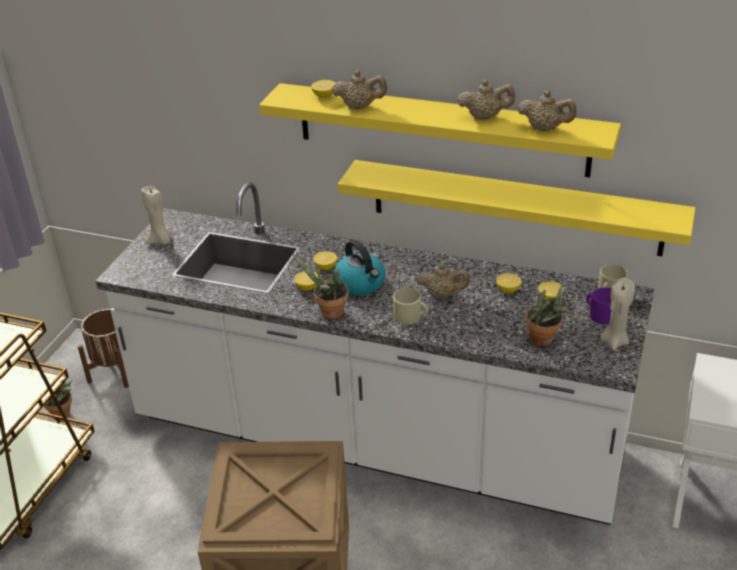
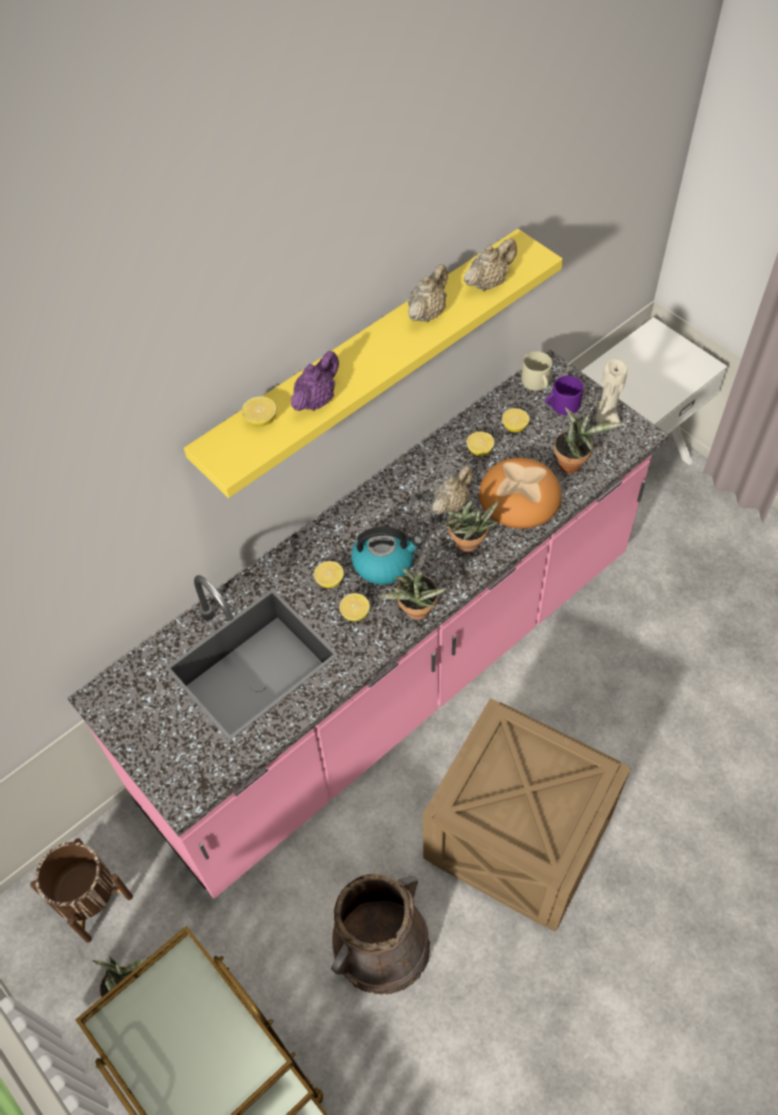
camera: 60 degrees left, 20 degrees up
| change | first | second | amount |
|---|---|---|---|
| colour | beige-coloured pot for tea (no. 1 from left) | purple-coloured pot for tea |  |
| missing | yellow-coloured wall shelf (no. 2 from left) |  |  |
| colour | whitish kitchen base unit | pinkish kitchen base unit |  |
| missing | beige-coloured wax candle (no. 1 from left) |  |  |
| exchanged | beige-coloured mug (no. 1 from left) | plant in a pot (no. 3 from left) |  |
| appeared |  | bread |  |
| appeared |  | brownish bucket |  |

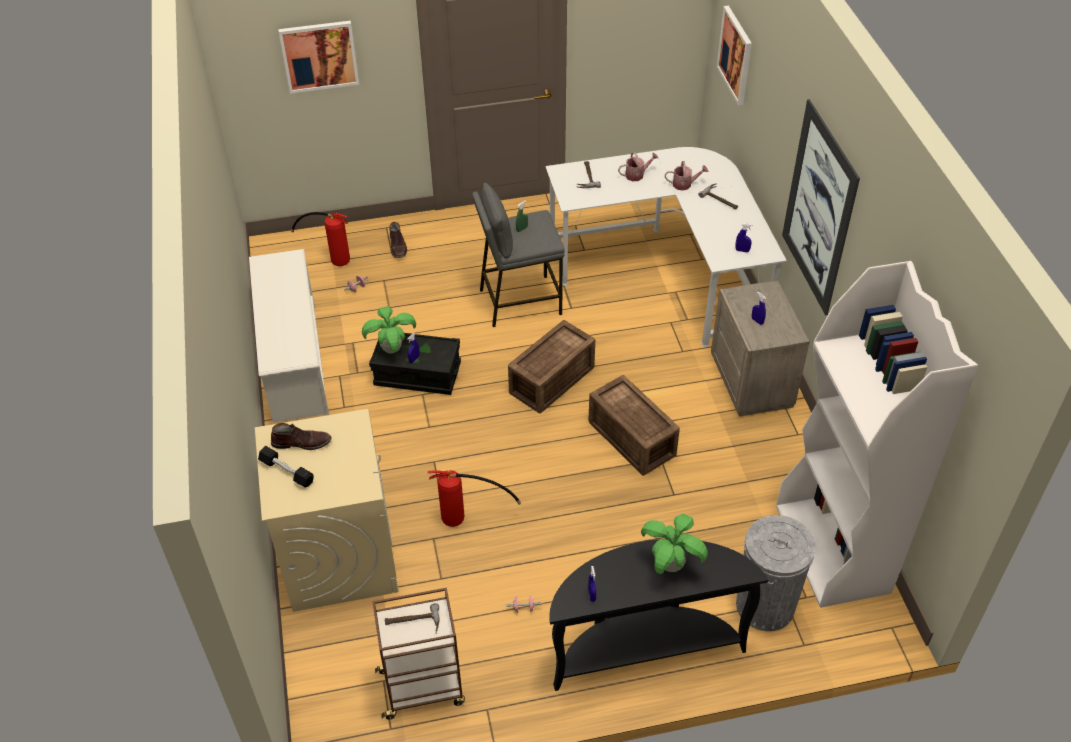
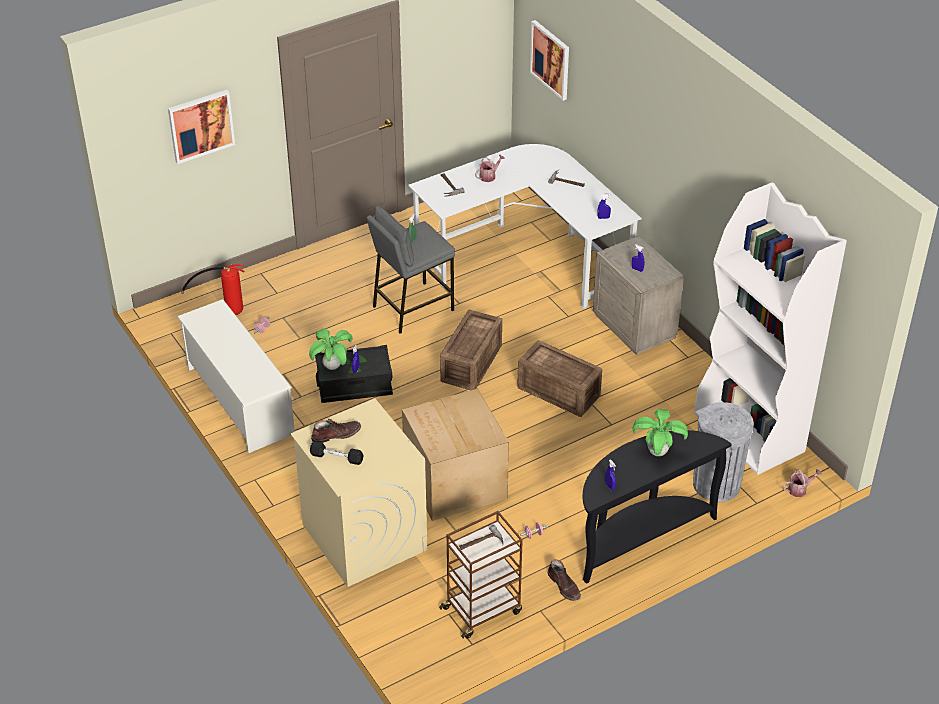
camera: 20 degrees left, 5 degrees down
| change | first | second | amount |
|---|---|---|---|
| missing | wall art (no. 3 from left) |  |  |
| relocated | sprinkling can (no. 2 from left) |  |  |
| relocated | brownish high-top boot (no. 2 from left) |  |  |
| exchanged | fire extinguisher (no. 2 from left) | cardboard box |  |

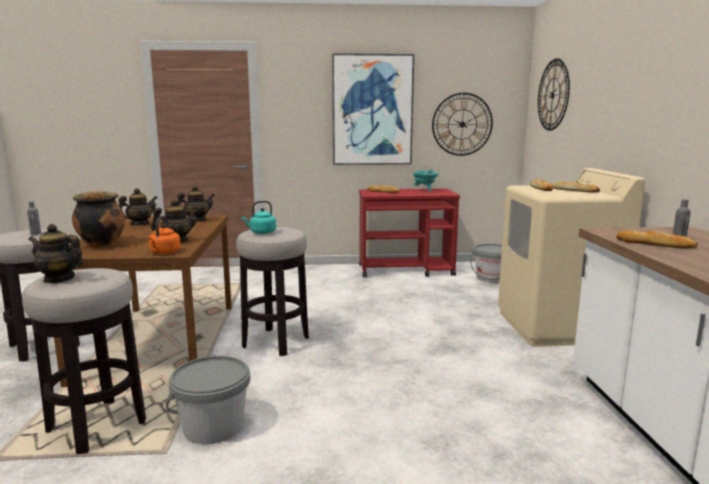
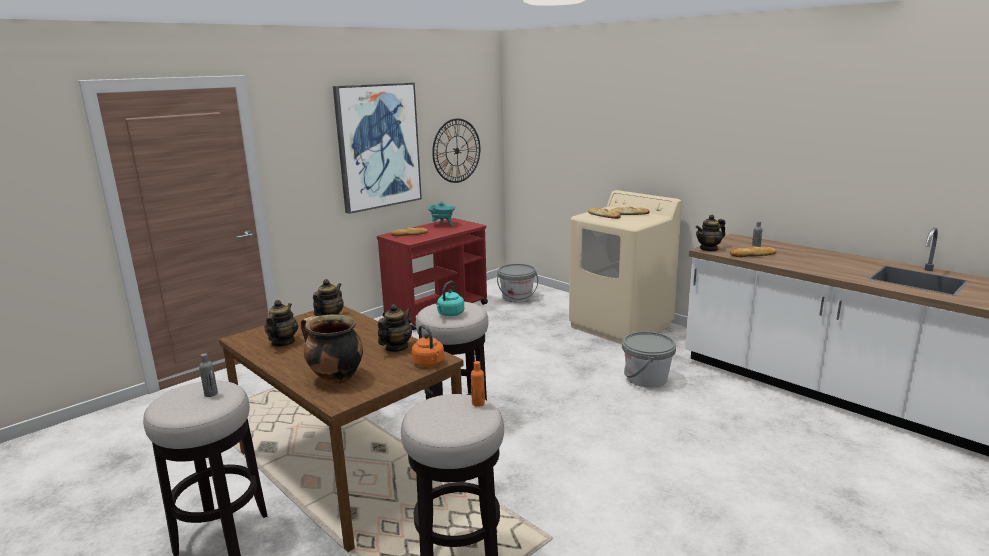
camera: 40 degrees left, 5 degrees up
| change | first | second | amount |
|---|---|---|---|
| missing | wall clock (no. 2 from left) |  |  |
| relocated | pot for tea (no. 1 from left in the first image) | pot for tea (no. 4 from left) |  |
| relocated | grey bucket (no. 1 from left in the first image) | grey bucket (no. 2 from left) |  |
| appeared |  | orangey drink bottle |  |

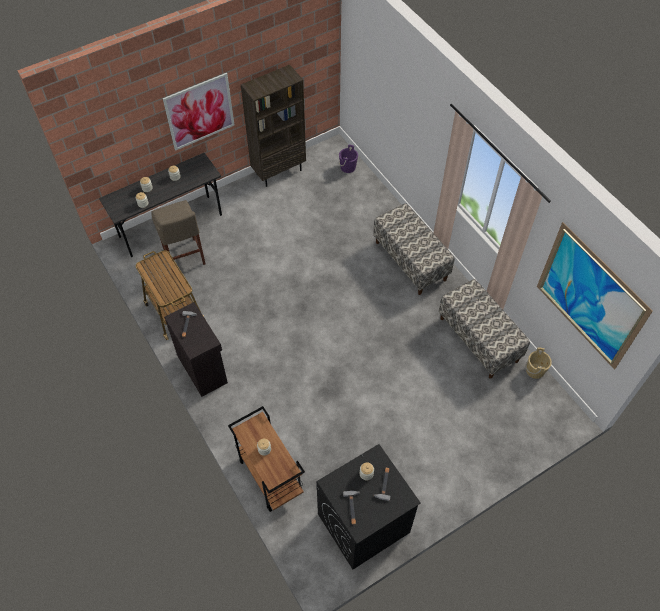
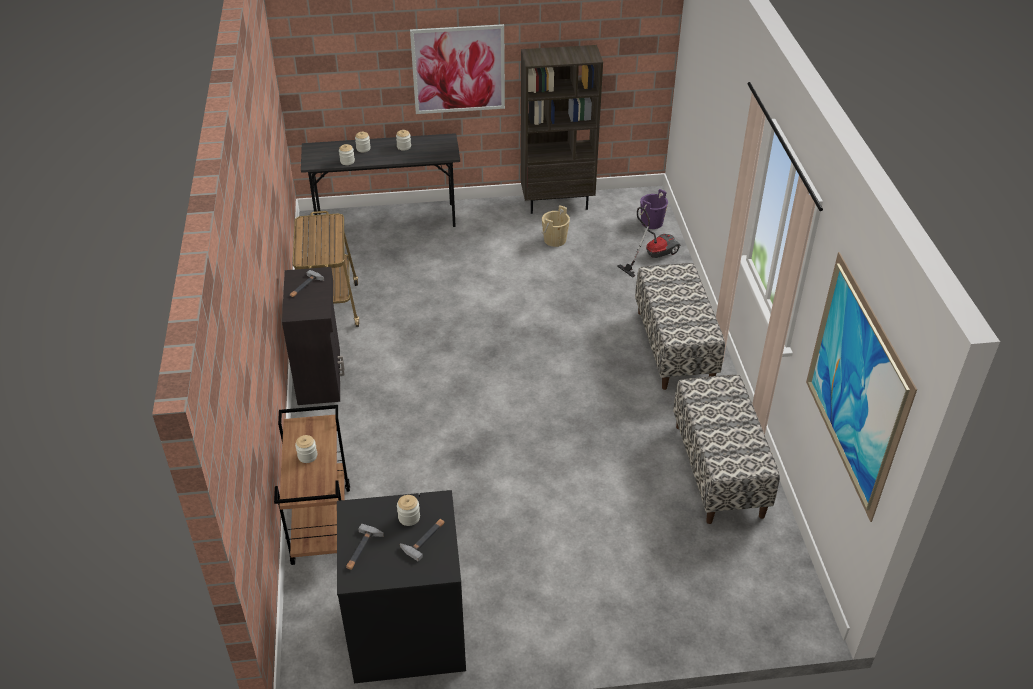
camera: 25 degrees right, 15 degrees down
| change | first | second | amount |
|---|---|---|---|
| missing | beige-coloured stool |  |  |
| relocated | beige-coloured bucket |  |  |
| appeared |  | vacuum |  |

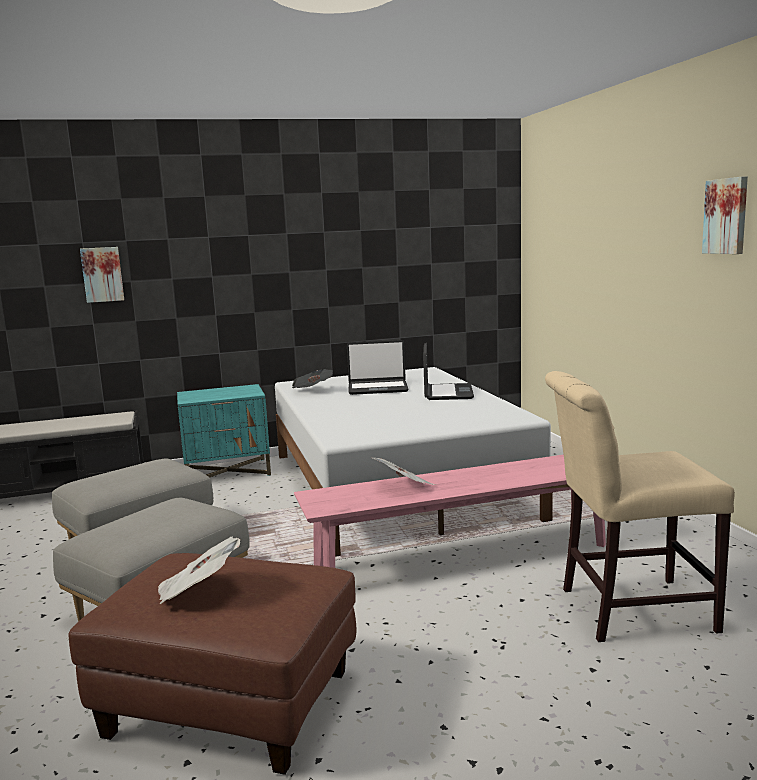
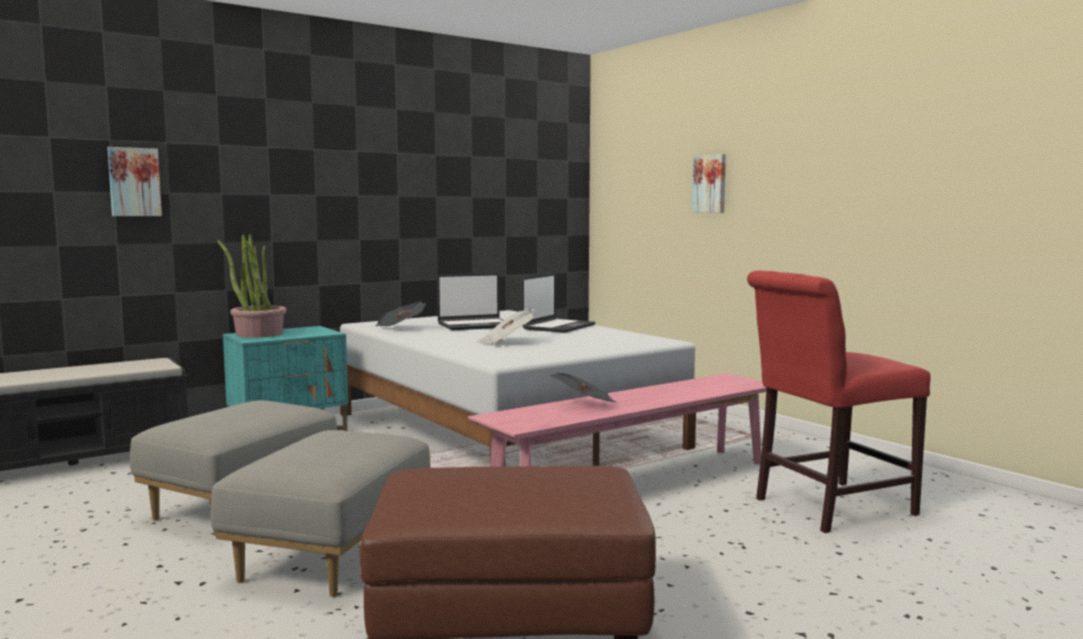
camera: 20 degrees left, 5 degrees down
| change | first | second | amount |
|---|---|---|---|
| relocated | wall art (no. 2 from left) |  |  |
| spun | notebook computer (no. 2 from left) |  | 45 degrees clockwise |
| colour | beige-coloured plain chair | red-coloured plain chair |  |
| relocated | daily paper (no. 1 from left in the first image) | daily paper (no. 2 from left) |  |
| appeared |  | plant in a pot |  |

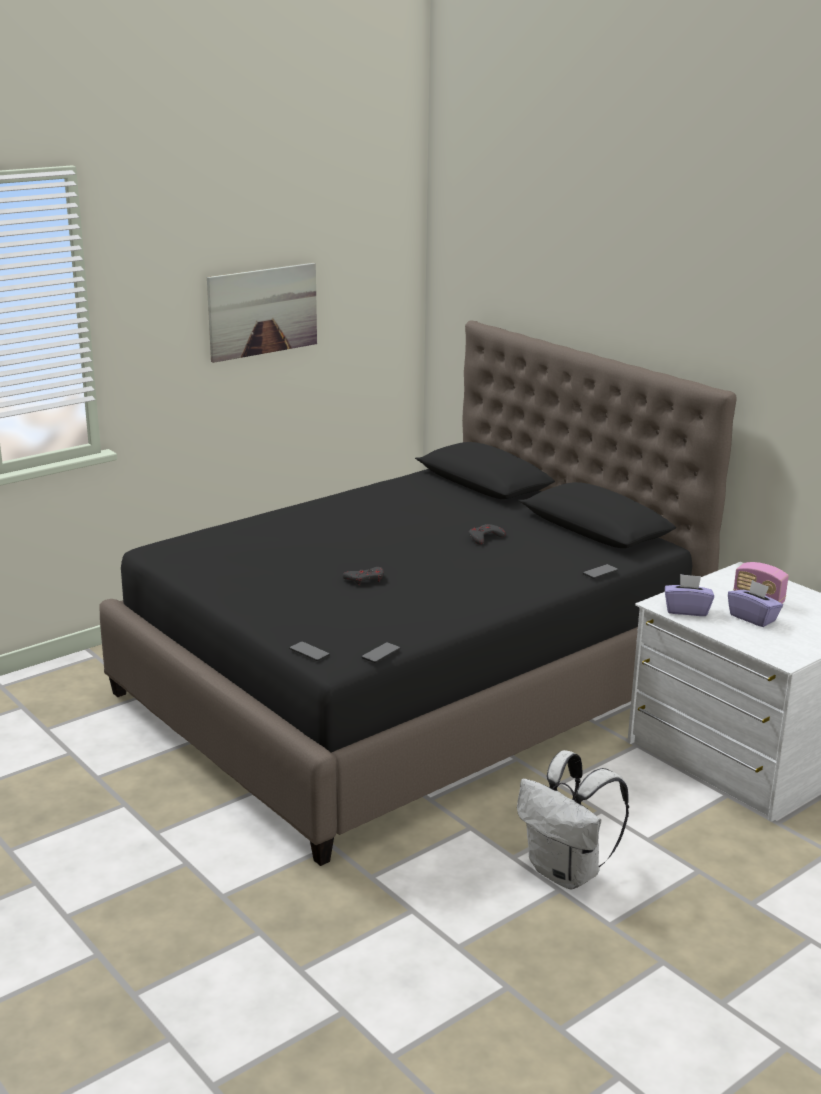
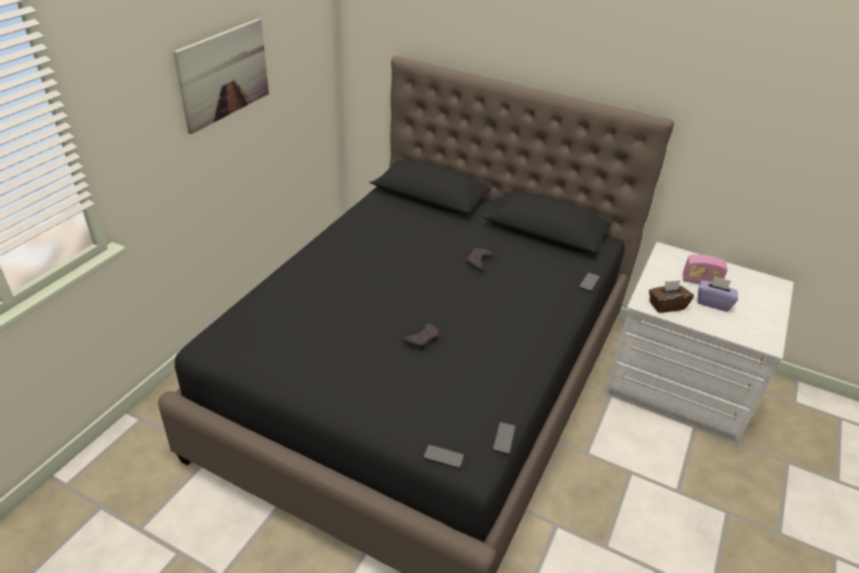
camera: 25 degrees left, 15 degrees up
| change | first | second | amount |
|---|---|---|---|
| colour | purple-coloured box of tissues (no. 1 from left) | brownish box of tissues |  |
| missing | whitish rucksack |  |  |

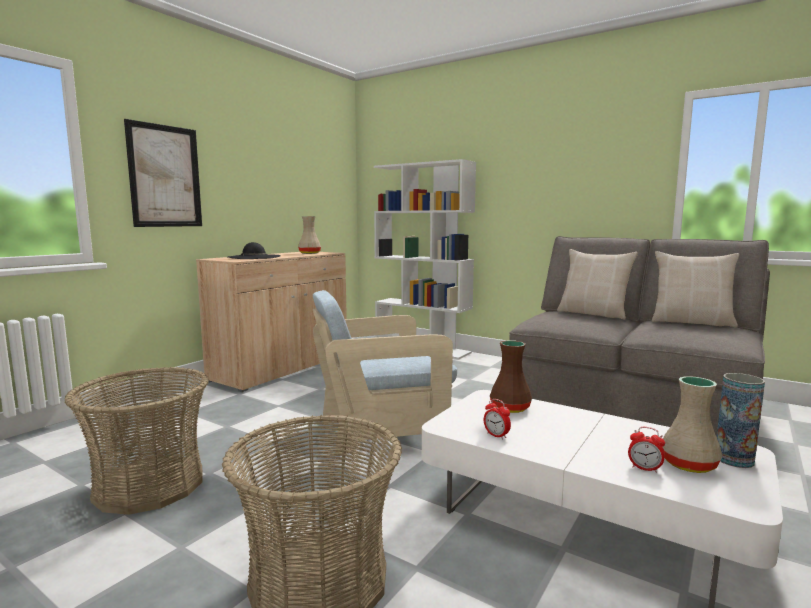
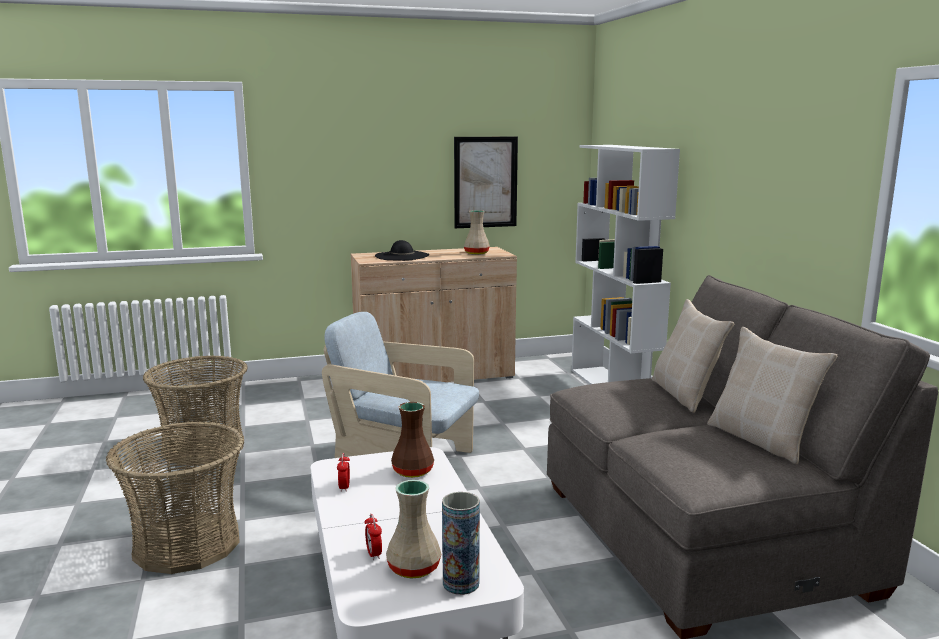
camera: 40 degrees right, 5 degrees up
| change | first | second | amount |
|---|---|---|---|
| relocated | wall art |  |  |

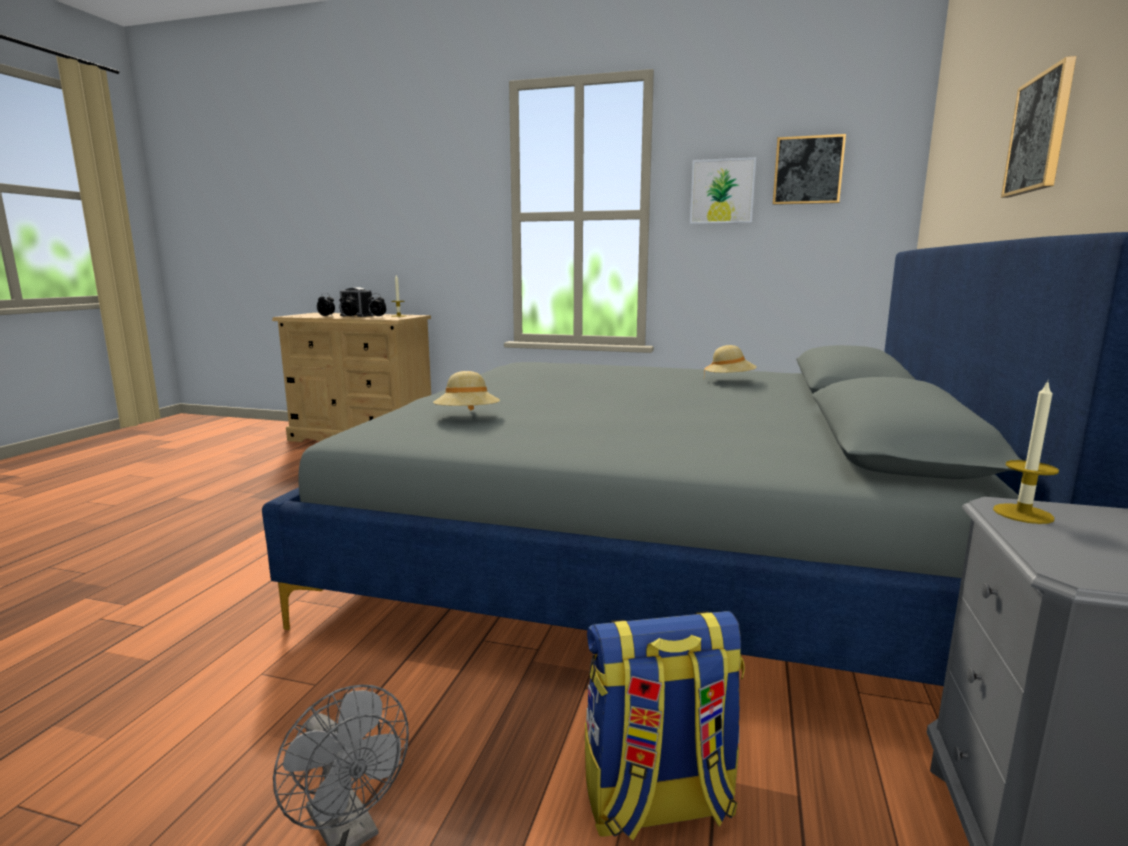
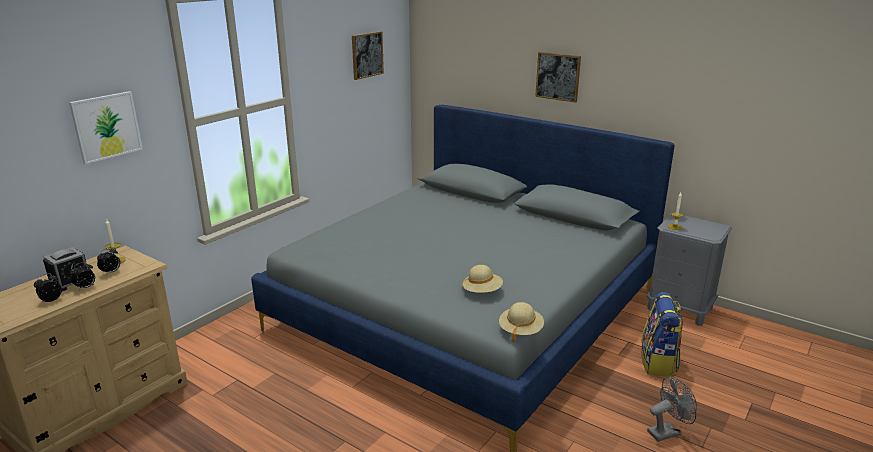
camera: 70 degrees left, 10 degrees up
| change | first | second | amount |
|---|---|---|---|
| relocated | wall art (no. 1 from left) |  |  |
| relocated | beige-coloured clothing hat (no. 2 from left) |  |  |

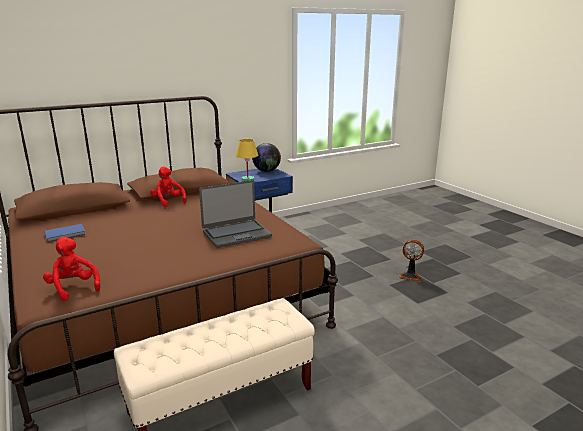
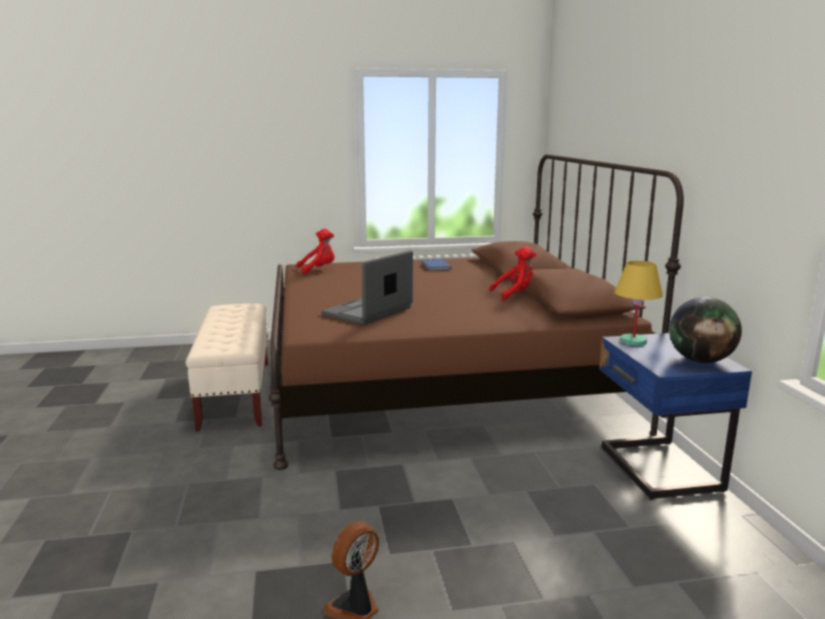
camera: 110 degrees right, 5 degrees down
| change | first | second | amount |
|---|---|---|---|
| spun | notebook computer |  | 45 degrees clockwise |

